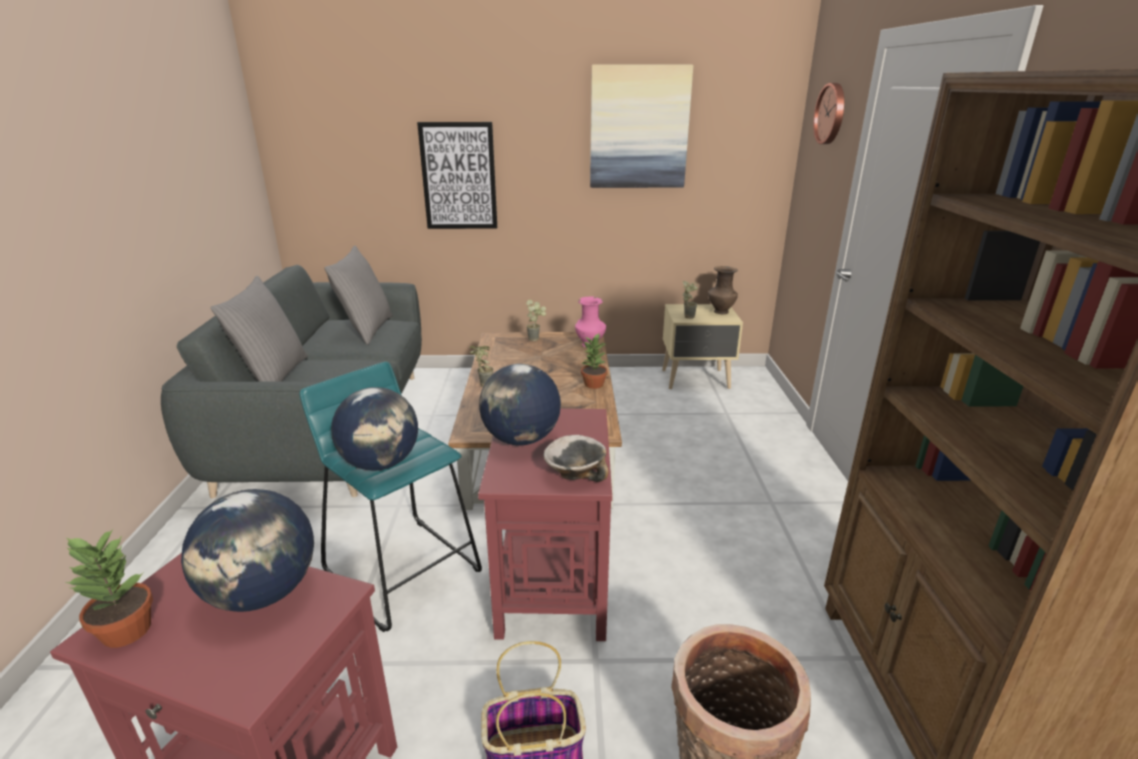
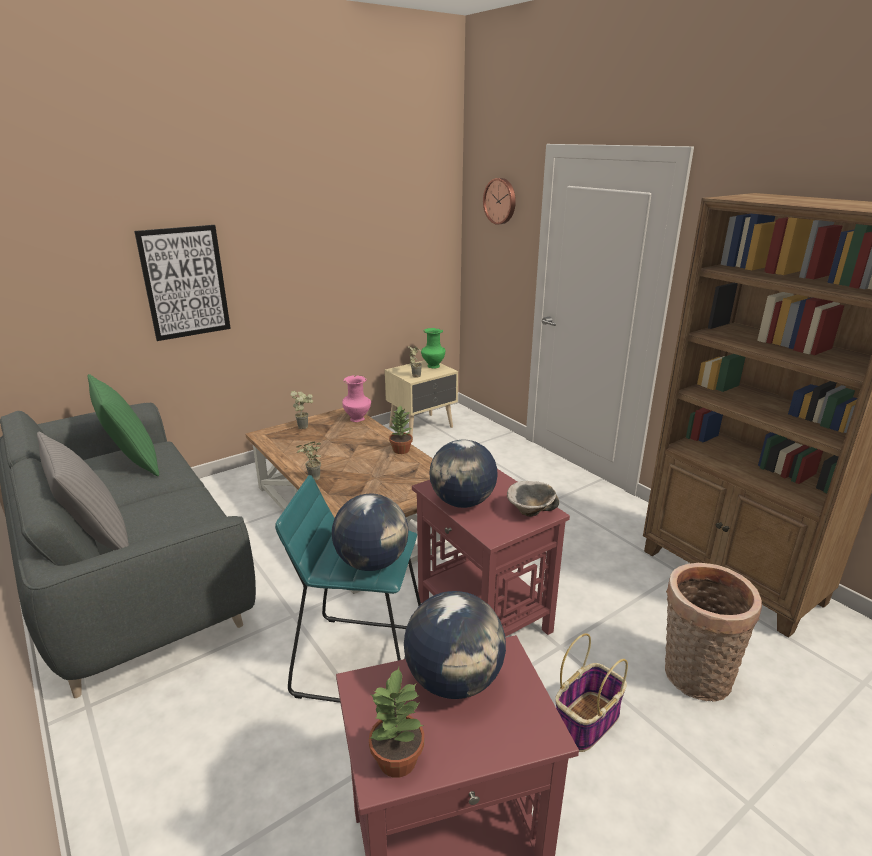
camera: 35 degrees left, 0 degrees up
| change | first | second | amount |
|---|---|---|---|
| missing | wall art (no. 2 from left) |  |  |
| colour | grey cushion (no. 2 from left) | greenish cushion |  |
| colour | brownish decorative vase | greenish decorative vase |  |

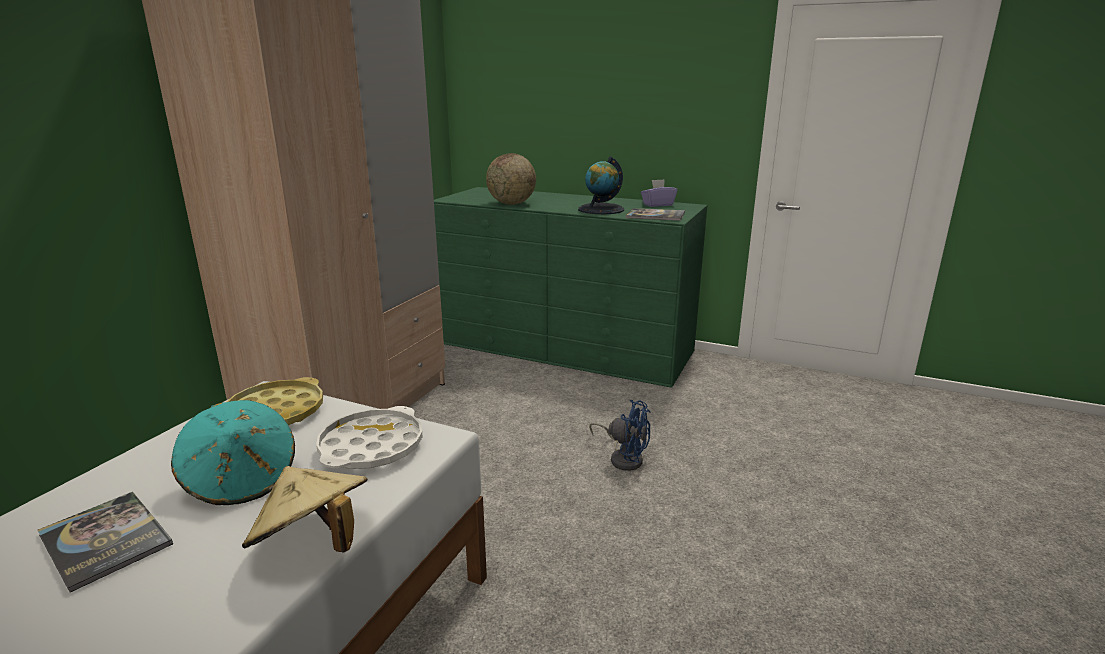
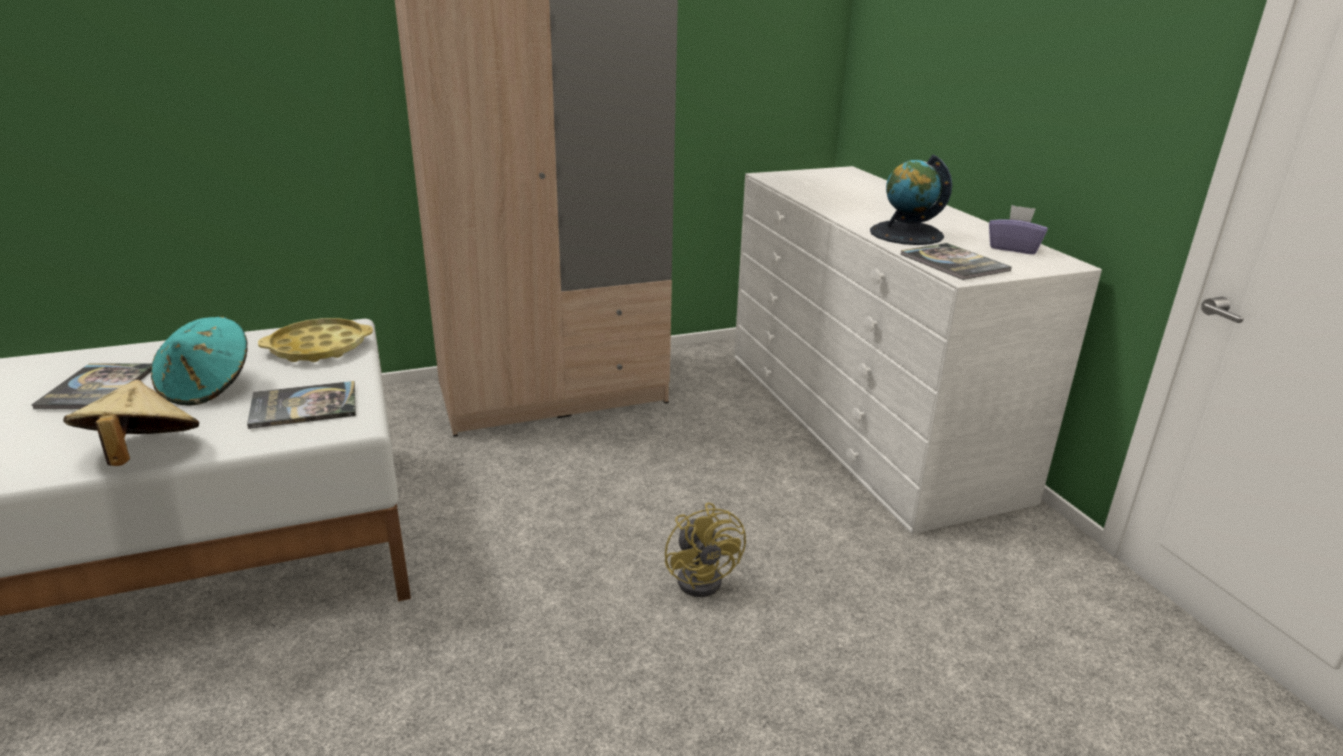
camera: 45 degrees right, 5 degrees up
| change | first | second | amount |
|---|---|---|---|
| missing | globe (no. 1 from left) |  |  |
| colour | greenish chest of drawers | whitish chest of drawers |  |
| colour | blue-coloured cooling fan | yellow-coloured cooling fan |  |
| exchanged | whitish carrying tray | book (no. 2 from left) |  |

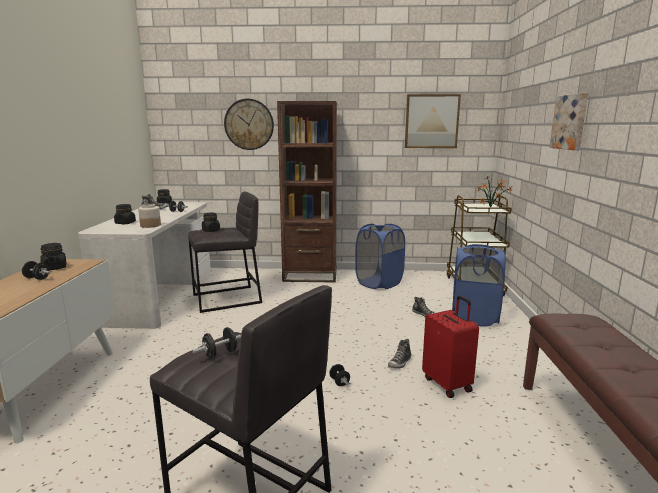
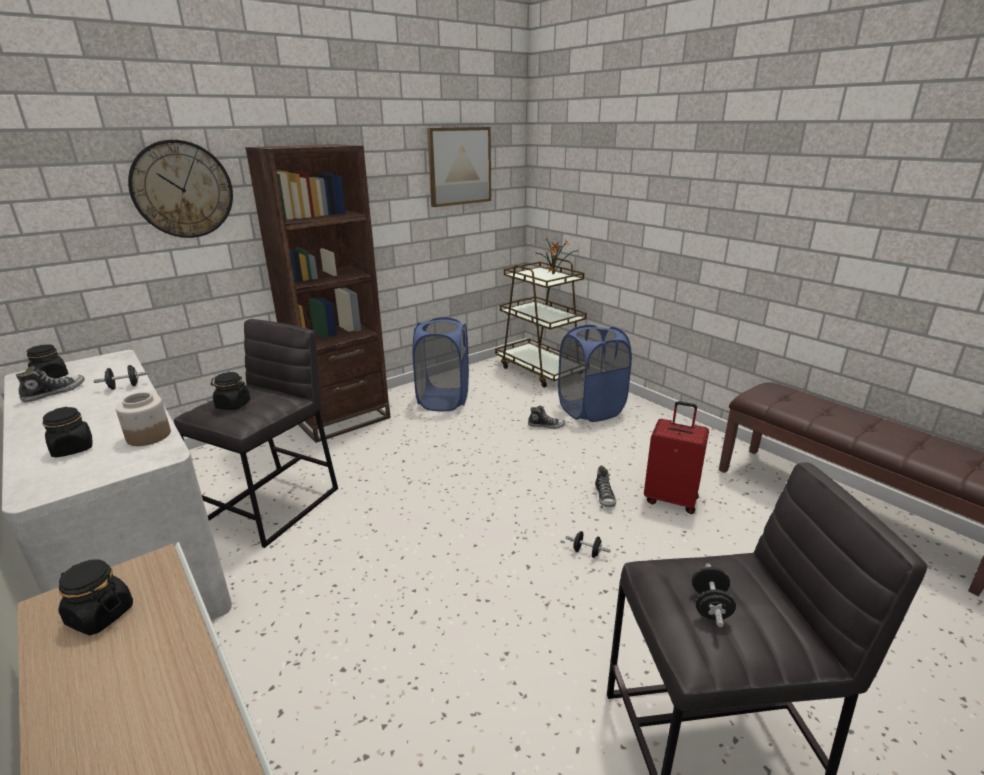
camera: 40 degrees left, 10 degrees up
| change | first | second | amount |
|---|---|---|---|
| missing | wall art (no. 2 from left) |  |  |
| missing | blackish hand weight (no. 1 from left) |  |  |

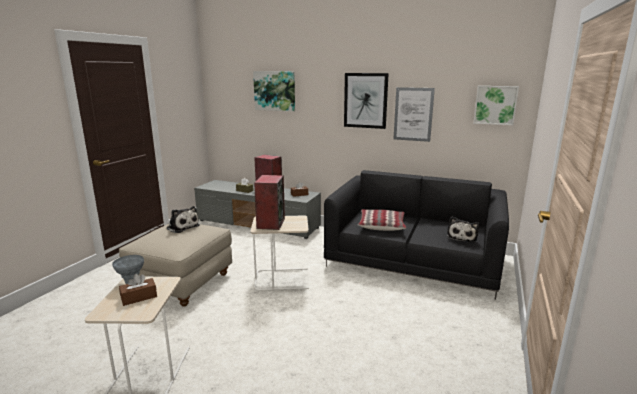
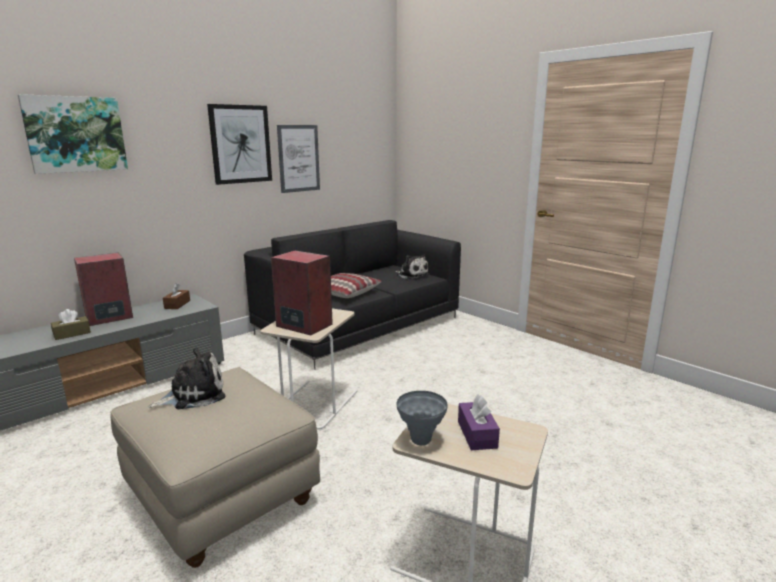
camera: 65 degrees left, 0 degrees up
| change | first | second | amount |
|---|---|---|---|
| missing | wall art (no. 4 from left) |  |  |
| colour | brownish box of tissues (no. 1 from left) | purple-coloured box of tissues |  |

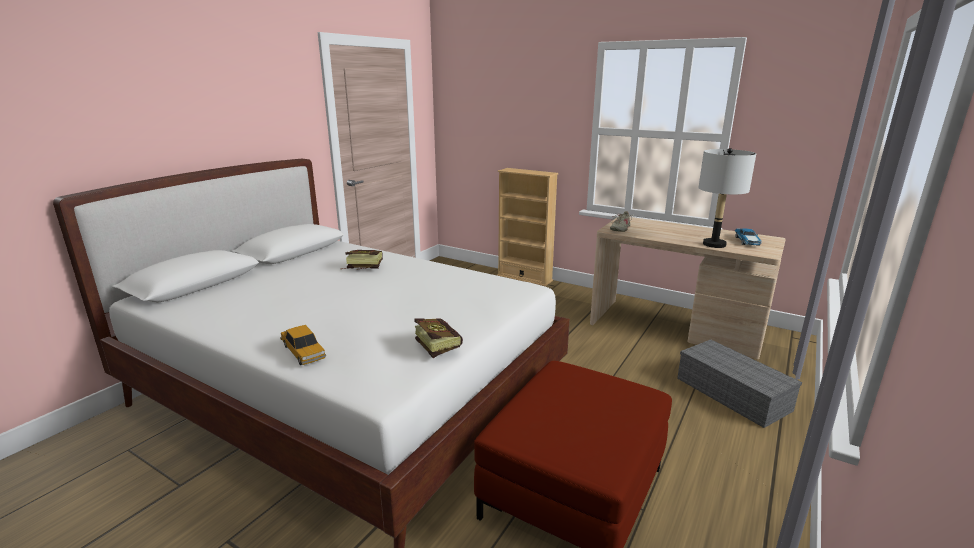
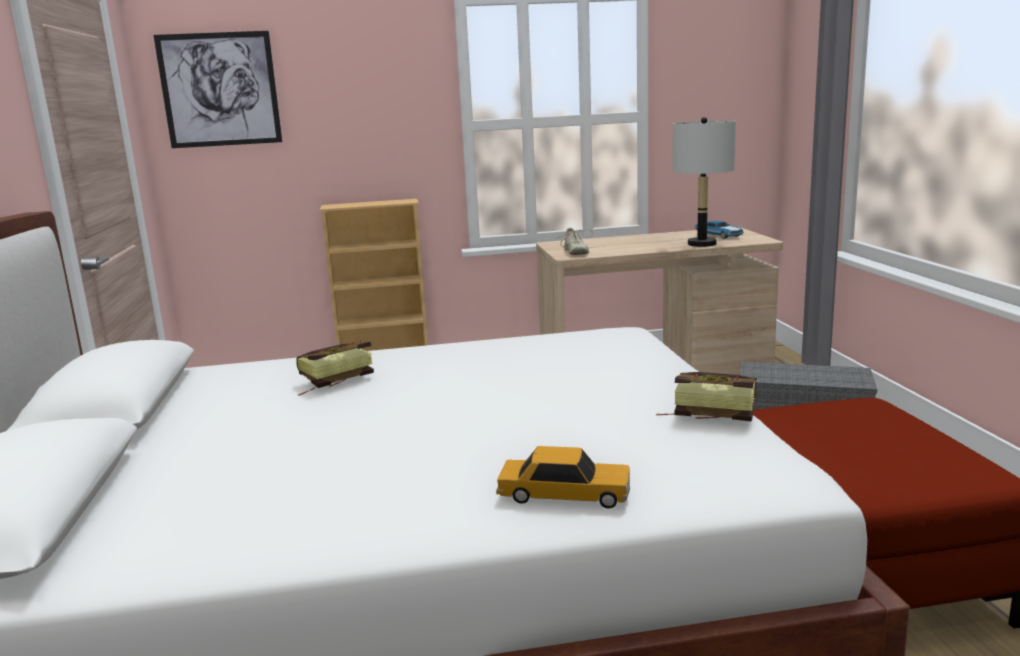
camera: 40 degrees left, 5 degrees down
| change | first | second | amount |
|---|---|---|---|
| appeared |  | wall art |  |

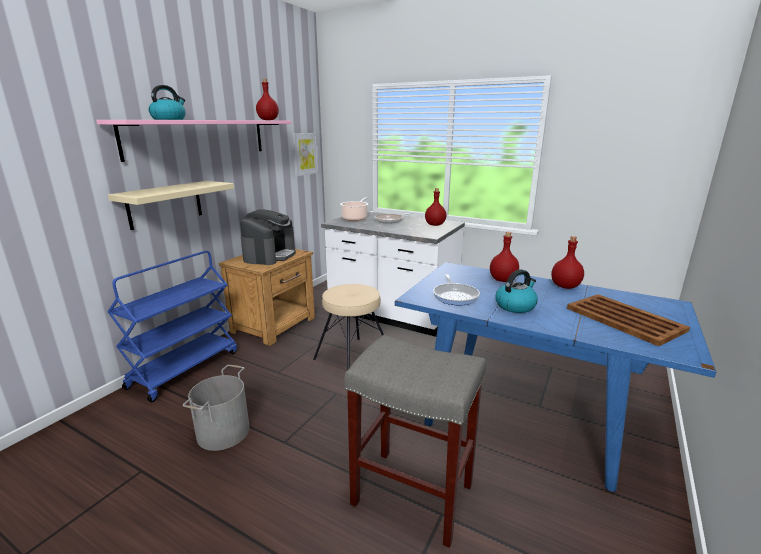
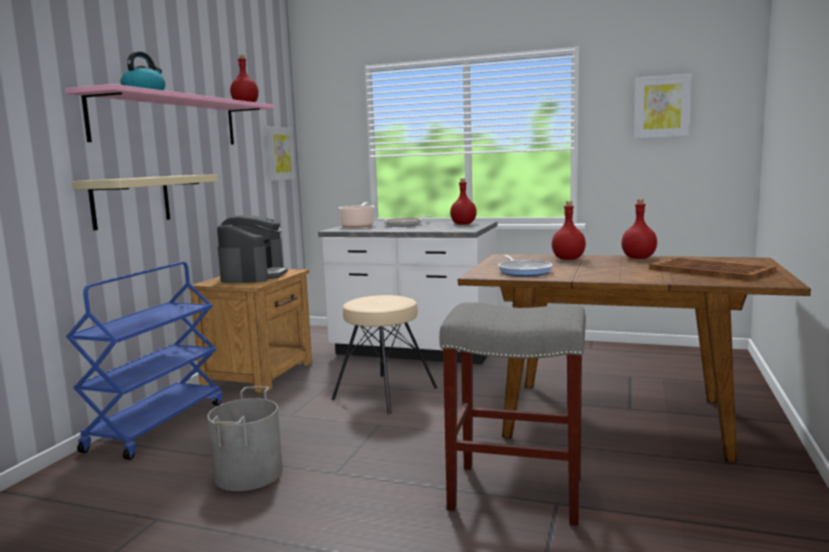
camera: 10 degrees left, 10 degrees down
| change | first | second | amount |
|---|---|---|---|
| colour | blue-coloured dining table | brownish dining table |  |
| missing | water kettle (no. 2 from left) |  |  |
| appeared |  | wall art (no. 2 from left) |  |

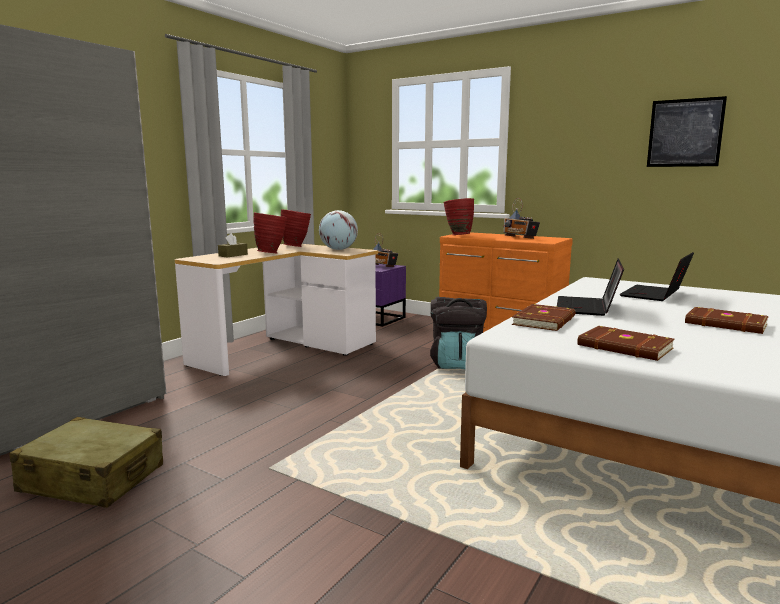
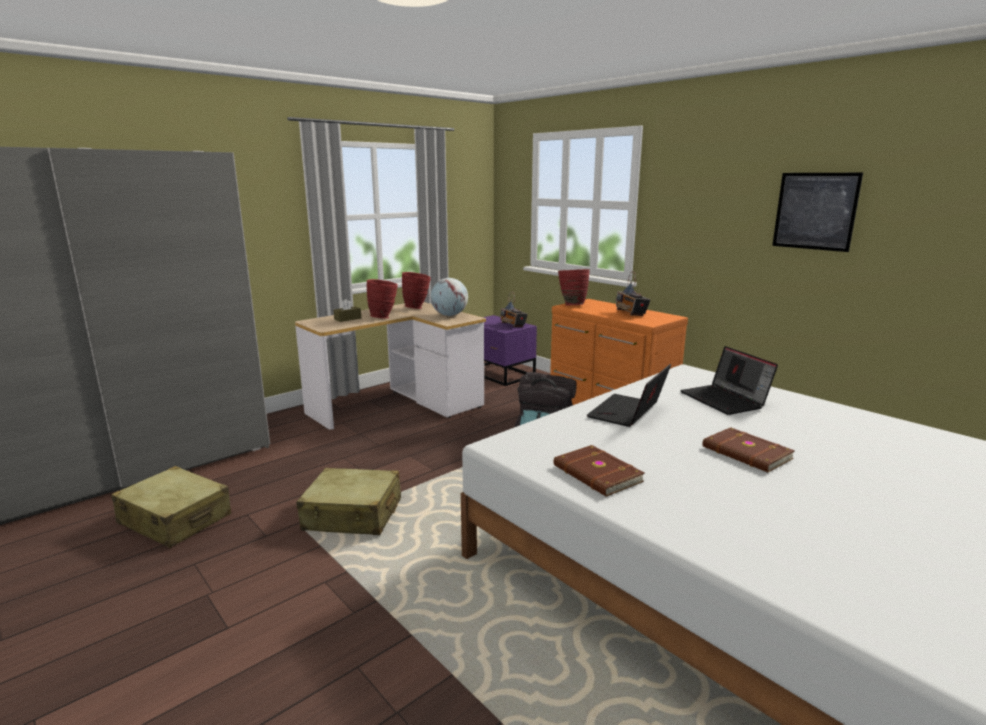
camera: 15 degrees right, 5 degrees up
| change | first | second | amount |
|---|---|---|---|
| spun | notebook computer (no. 2 from left) |  | 75 degrees counterclockwise |
| missing | brownish book (no. 1 from left) |  |  |
| appeared |  | beige-coloured suitcase (no. 2 from left) |  |

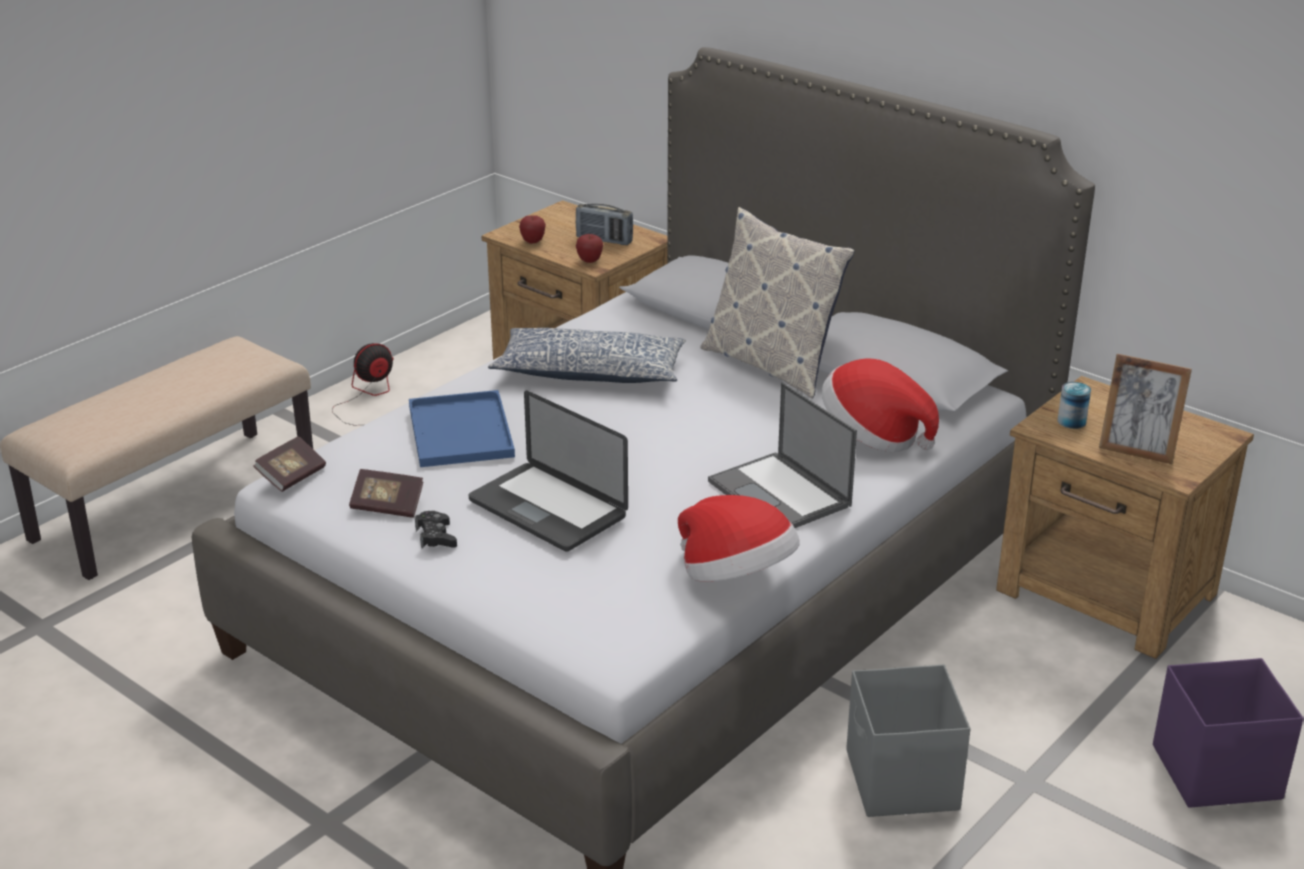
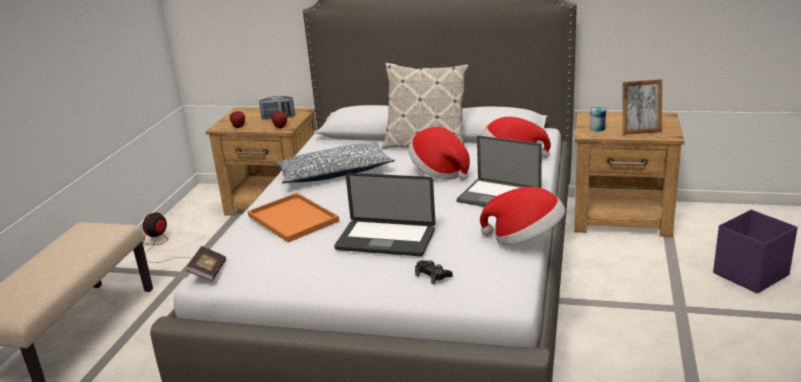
camera: 25 degrees left, 5 degrees down
| change | first | second | amount |
|---|---|---|---|
| colour | blue-coloured carrying tray | orangey carrying tray |  |
| missing | book (no. 2 from left) |  |  |
| relocated | blackish joypad |  |  |
| missing | grey storage container |  |  |
| appeared |  | clothing hat (no. 1 from left) |  |

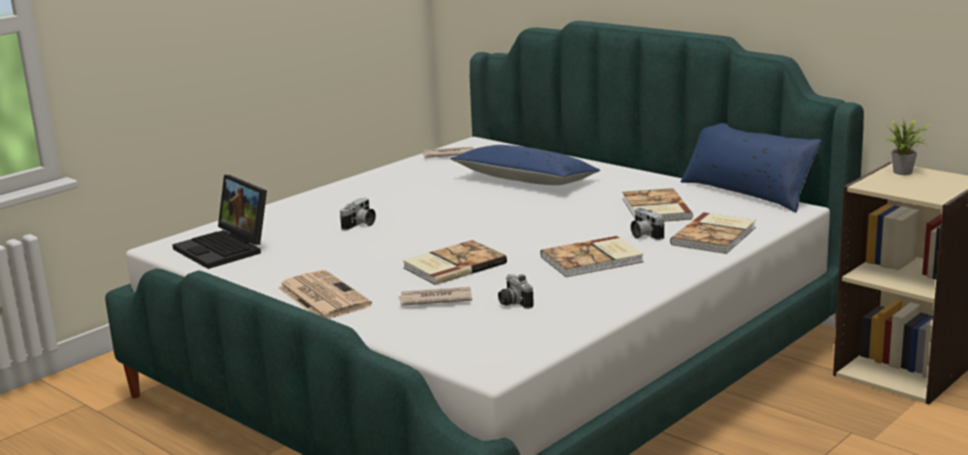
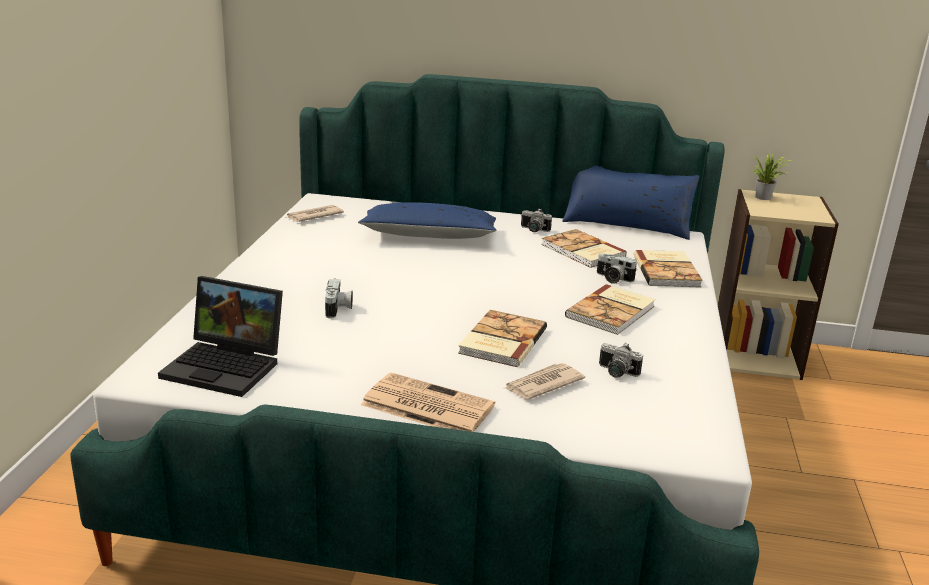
camera: 35 degrees left, 5 degrees up
| change | first | second | amount |
|---|---|---|---|
| appeared |  | still camera (no. 2 from left) |  |

